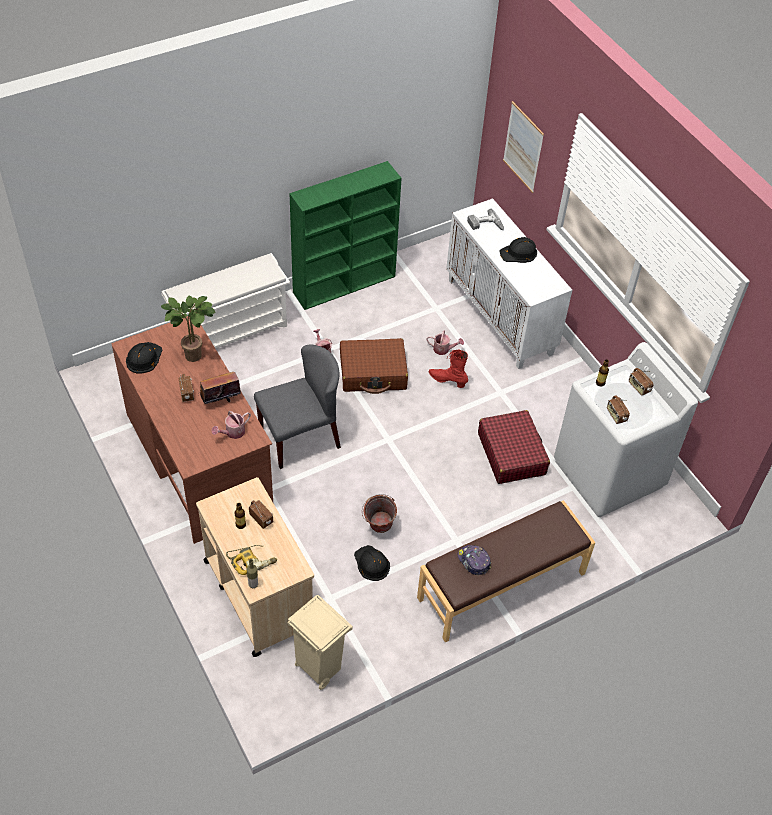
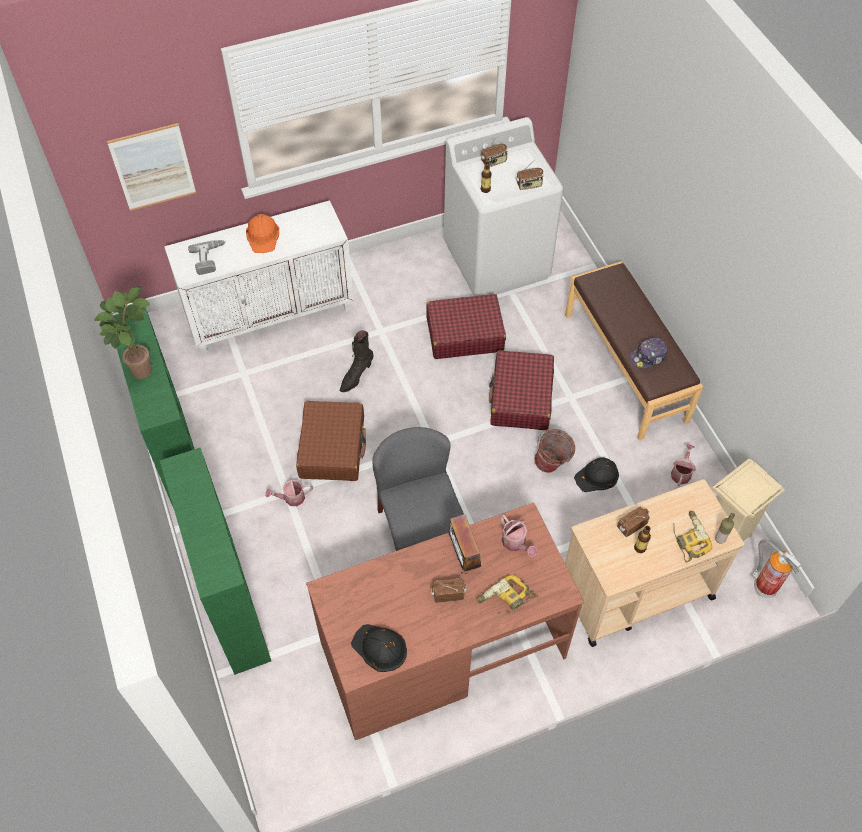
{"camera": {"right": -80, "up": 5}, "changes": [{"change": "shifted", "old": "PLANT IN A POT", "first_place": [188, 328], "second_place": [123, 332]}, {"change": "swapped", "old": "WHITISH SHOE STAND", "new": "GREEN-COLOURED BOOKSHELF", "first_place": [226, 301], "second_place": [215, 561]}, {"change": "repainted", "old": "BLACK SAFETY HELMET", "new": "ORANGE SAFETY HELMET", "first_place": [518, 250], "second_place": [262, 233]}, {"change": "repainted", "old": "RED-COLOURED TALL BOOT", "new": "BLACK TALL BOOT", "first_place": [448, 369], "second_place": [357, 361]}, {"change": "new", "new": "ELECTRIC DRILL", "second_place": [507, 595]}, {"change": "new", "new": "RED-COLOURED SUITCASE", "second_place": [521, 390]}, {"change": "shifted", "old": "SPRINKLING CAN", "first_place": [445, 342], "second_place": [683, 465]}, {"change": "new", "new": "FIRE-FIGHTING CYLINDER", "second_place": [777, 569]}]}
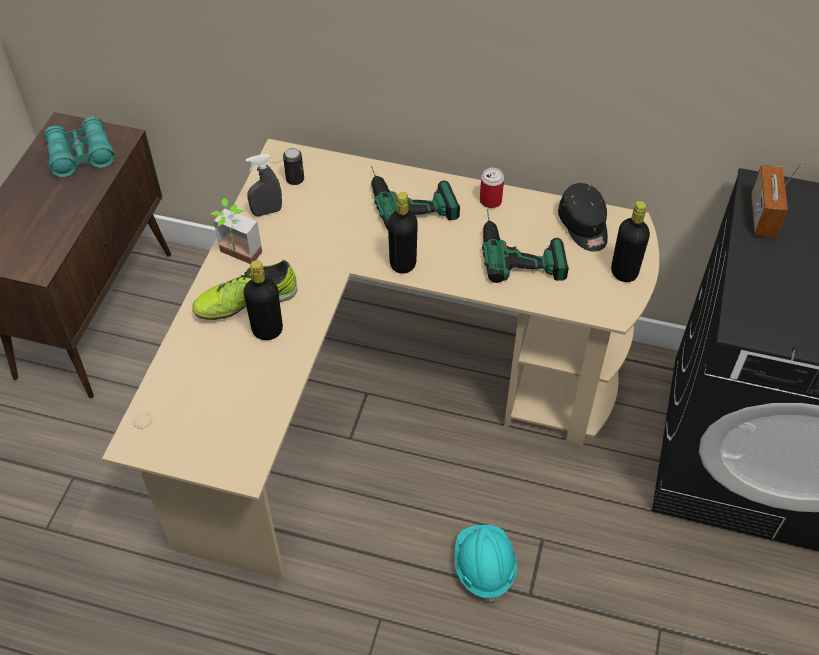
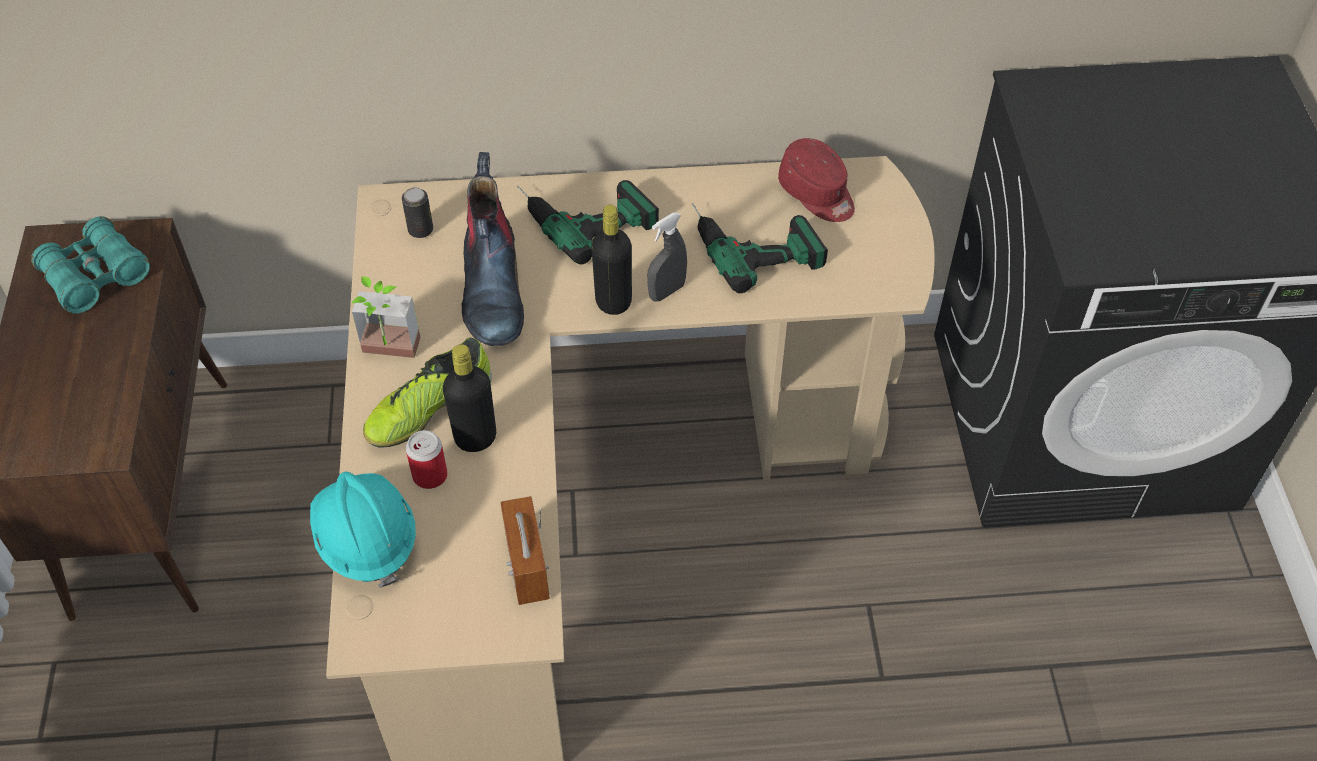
{"camera": {"right": -20, "up": 0}, "changes": [{"change": "shifted", "old": "TURQUOISE-COLOURED SAFETY HELMET", "first_place": [486, 563], "second_place": [363, 530]}, {"change": "shifted", "old": "SEALED CAN", "first_place": [492, 188], "second_place": [427, 459]}, {"change": "new", "new": "TALL BOOT", "second_place": [493, 249]}, {"change": "shifted", "old": "RADIO", "first_place": [777, 200], "second_place": [525, 550]}, {"change": "shifted", "old": "GREYISH HAND SPRAYER", "first_place": [264, 185], "second_place": [667, 257]}, {"change": "repainted", "old": "BLACK BASEBALL CAP", "new": "RED-COLOURED BASEBALL CAP", "first_place": [583, 217], "second_place": [816, 180]}, {"change": "gone", "old": "BLACK BOTTLE", "first_place": [630, 241]}]}
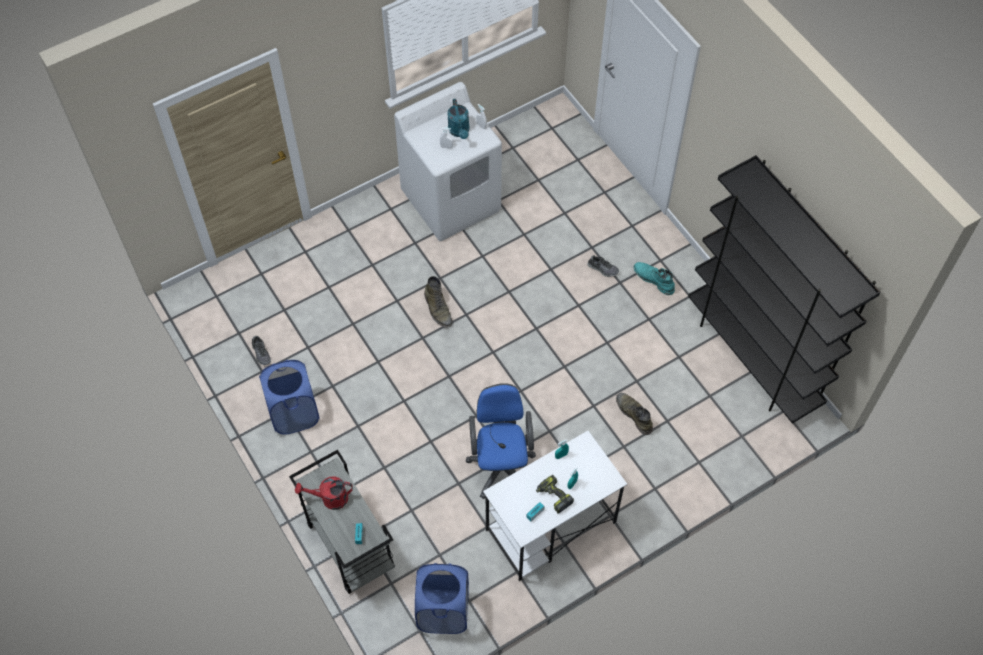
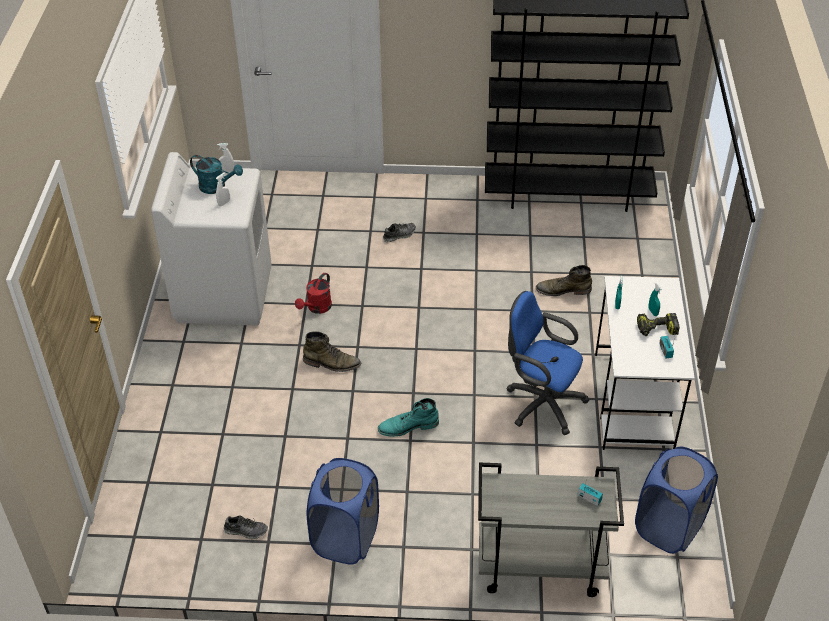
{"camera": {"right": -55, "up": -15}, "changes": [{"change": "shifted", "old": "RED-COLOURED SPRINKLING CAN", "first_place": [324, 493], "second_place": [313, 293]}, {"change": "shifted", "old": "TURQUOISE-COLOURED TALL BOOT", "first_place": [654, 278], "second_place": [408, 417]}]}
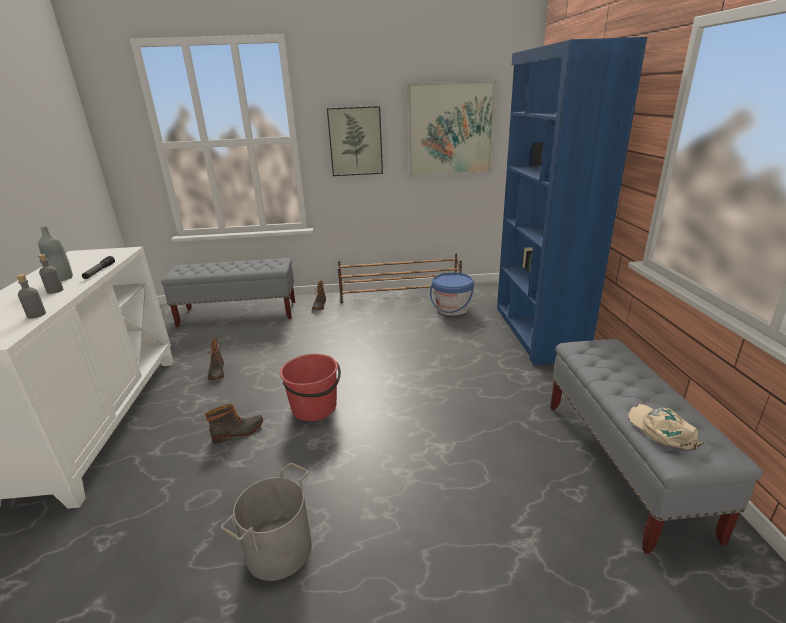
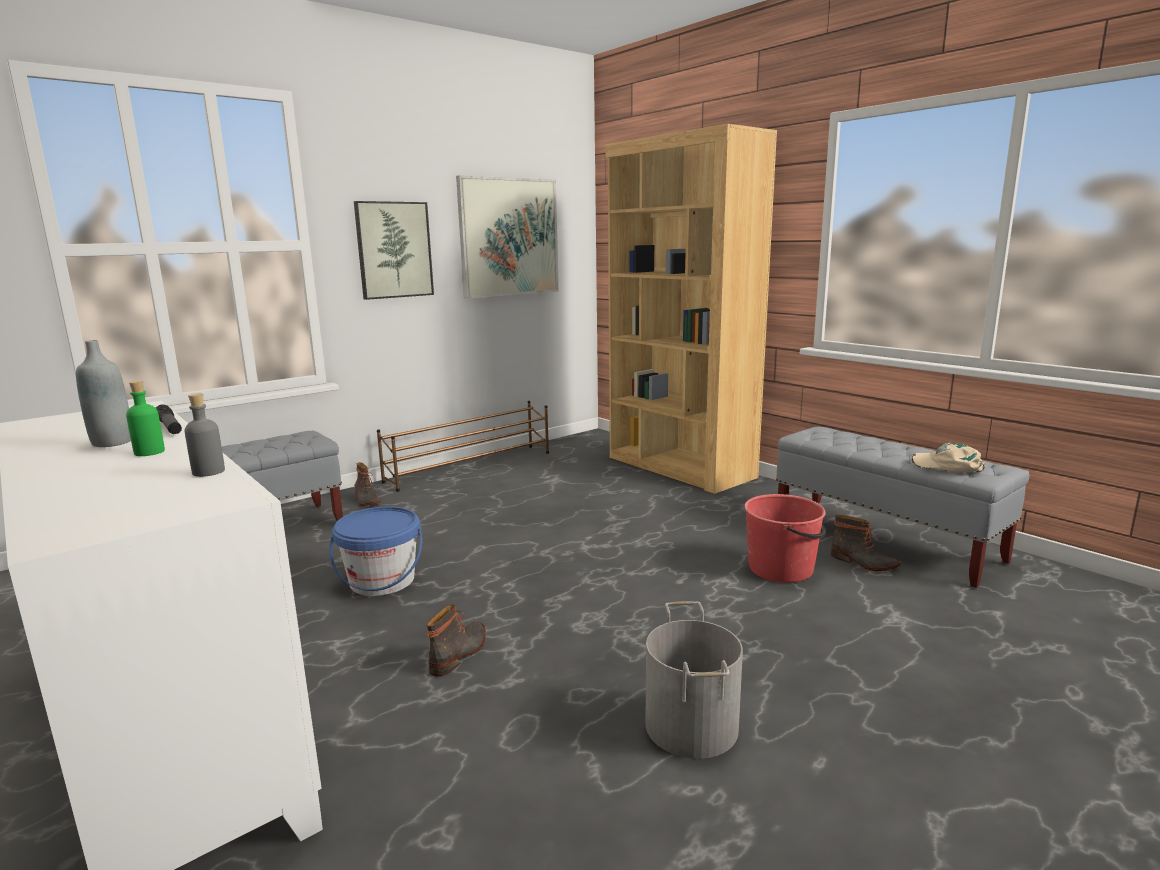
{"camera": {"right": -35, "up": -10}, "changes": [{"change": "repainted", "old": "GREYISH BOTTLE", "new": "GREEN-COLOURED BOTTLE", "first_place": [50, 274], "second_place": [145, 418]}, {"change": "shifted", "old": "BLUE-COLOURED PAIL", "first_place": [452, 294], "second_place": [375, 551]}, {"change": "repainted", "old": "BLUE-COLOURED BOOKSHELF", "new": "BROWNISH BOOKSHELF", "first_place": [572, 201], "second_place": [691, 309]}, {"change": "shifted", "old": "RED-COLOURED PAIL", "first_place": [310, 387], "second_place": [785, 538]}, {"change": "shifted", "old": "TALL BOOT", "first_place": [216, 359], "second_place": [866, 543]}]}
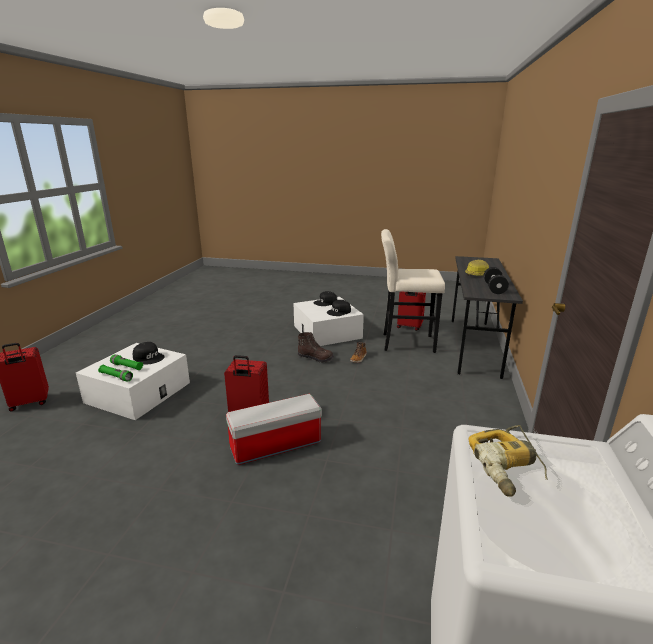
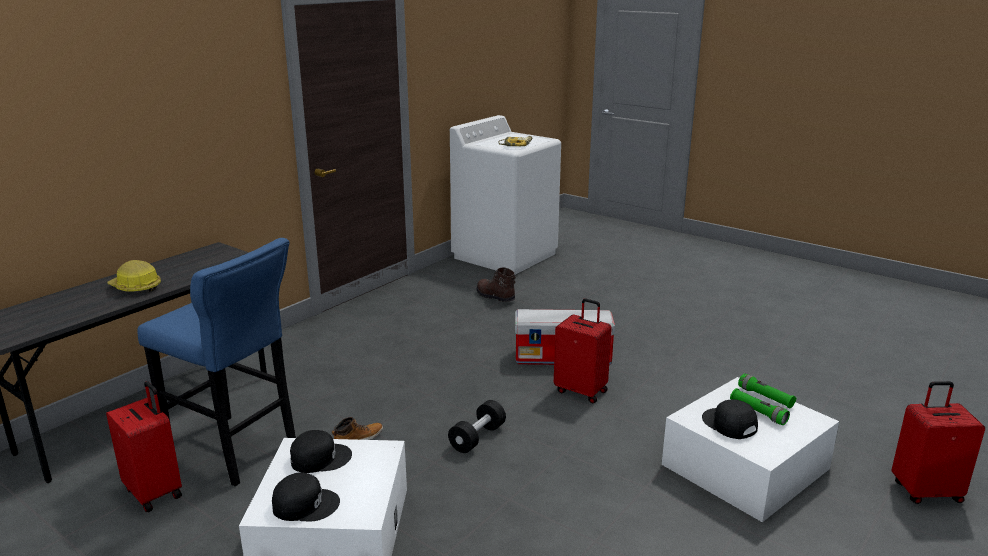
{"camera": {"right": -155, "up": 0}, "changes": [{"change": "repainted", "old": "BEIGE STOOL", "new": "BLUE-COLOURED STOOL", "first_place": [413, 291], "second_place": [216, 362]}, {"change": "shifted", "old": "BLACK DUMBBELL", "first_place": [496, 280], "second_place": [477, 426]}, {"change": "shifted", "old": "BROWNISH TALL BOOT", "first_place": [316, 347], "second_place": [496, 284]}]}
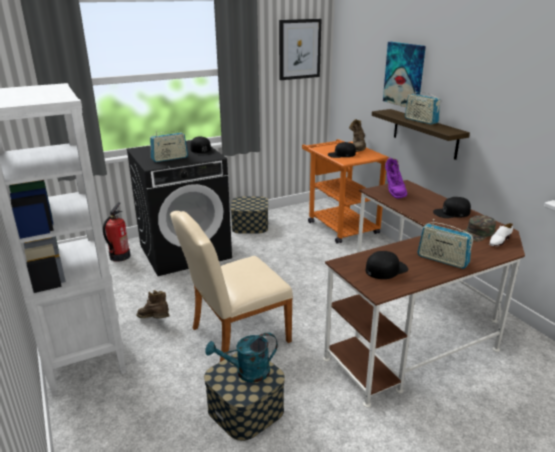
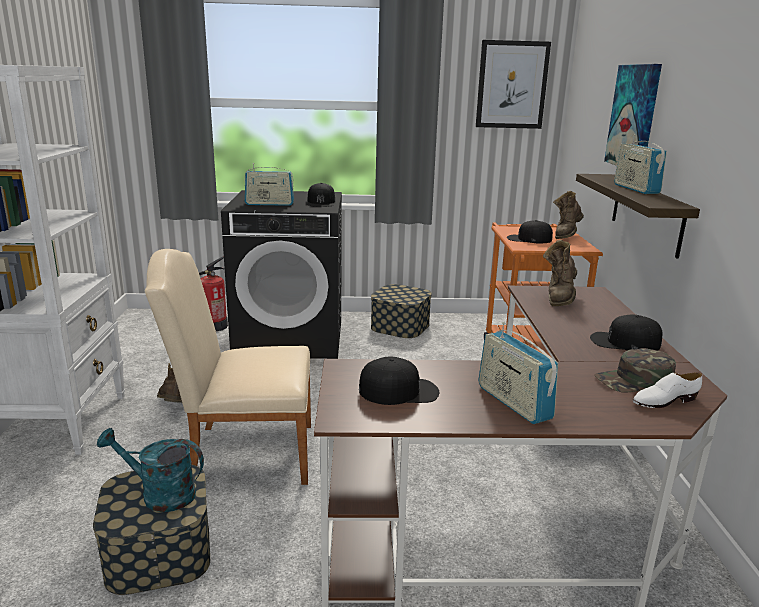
{"camera": {"right": 25, "up": -5}, "changes": [{"change": "repainted", "old": "PURPLISH TALL BOOT", "new": "BROWNISH TALL BOOT", "first_place": [396, 178], "second_place": [560, 273]}]}
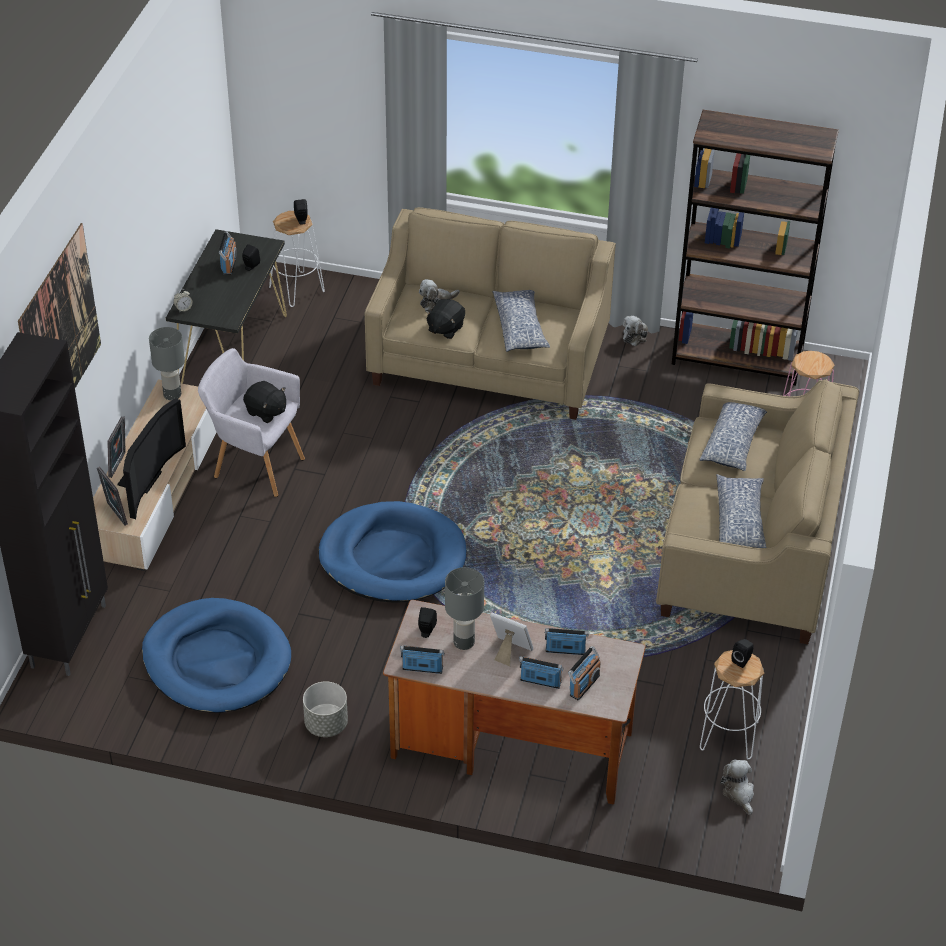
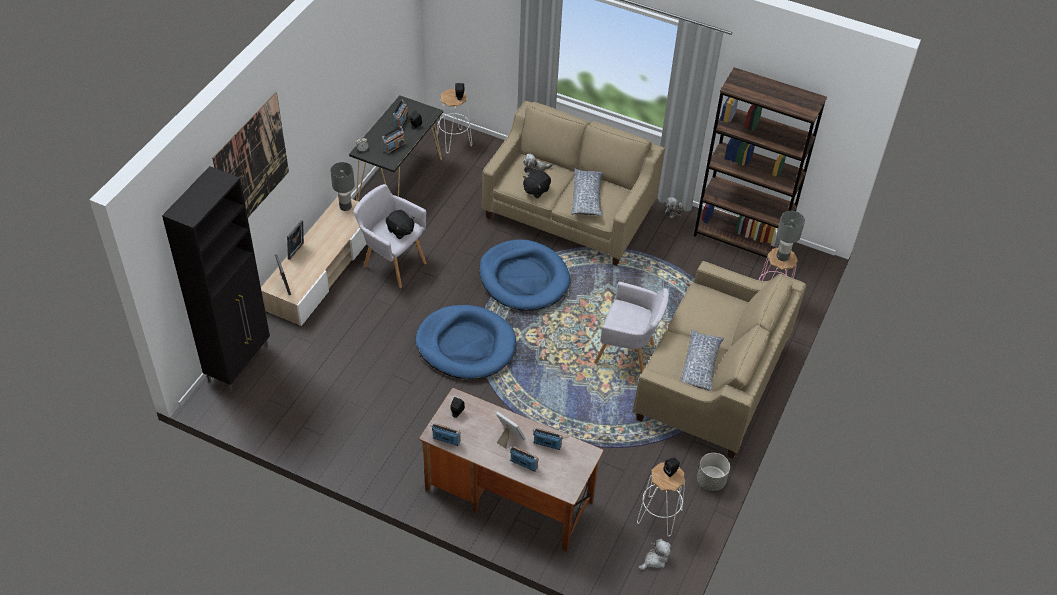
{"camera": {"right": 10, "up": 5}, "changes": [{"change": "shifted", "old": "RADIO", "first_place": [584, 673], "second_place": [393, 140]}, {"change": "shifted", "old": "BLUE-COLOURED DOG BED", "first_place": [216, 655], "second_place": [524, 274]}, {"change": "new", "new": "GREYISH LOUNGE CHAIR", "second_place": [631, 327]}, {"change": "rotated", "old": "SOFT TOY", "first_place": [737, 787], "second_place": [654, 554], "degrees": 60}, {"change": "shifted", "old": "GREYISH PLANT POT", "first_place": [325, 709], "second_place": [713, 472]}, {"change": "shifted", "old": "GREYISH LAMP FOR A TABLE", "first_place": [464, 608], "second_place": [791, 236]}, {"change": "gone", "old": "TV", "first_place": [151, 458]}, {"change": "gone", "old": "CUSHION", "first_place": [733, 436]}]}
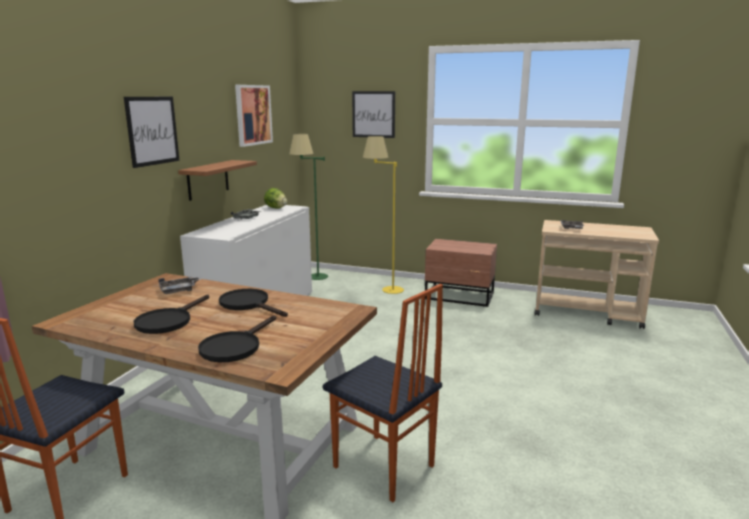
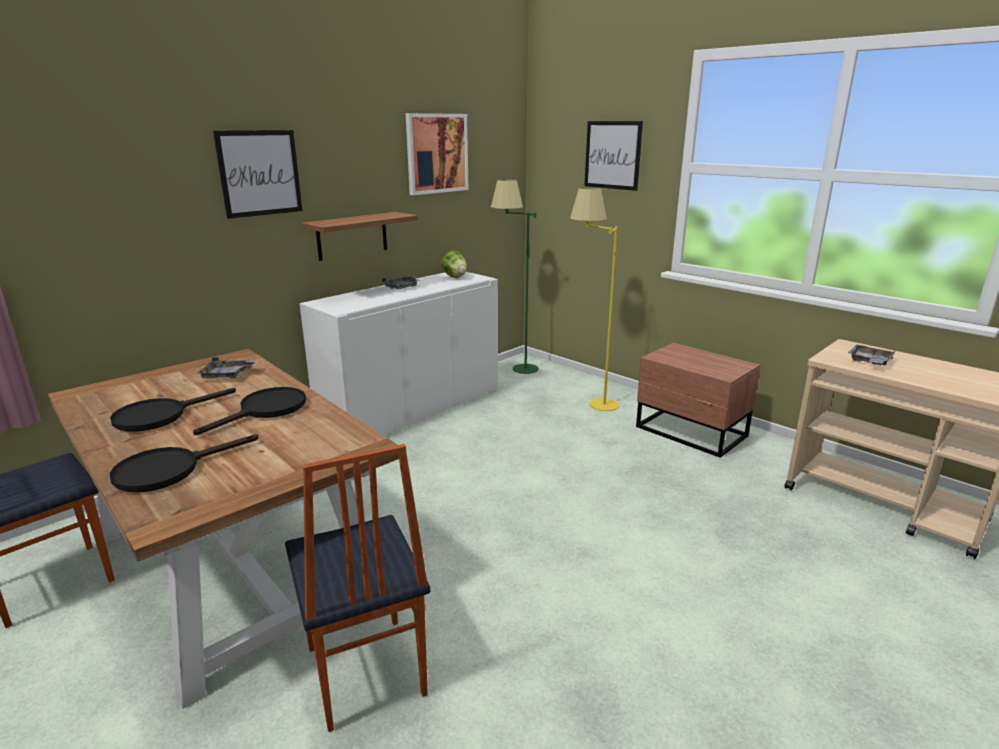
{"camera": {"right": 25, "up": 5}, "changes": [{"change": "rotated", "old": "BLACK PAN", "first_place": [253, 303], "second_place": [249, 411], "degrees": 60}]}
